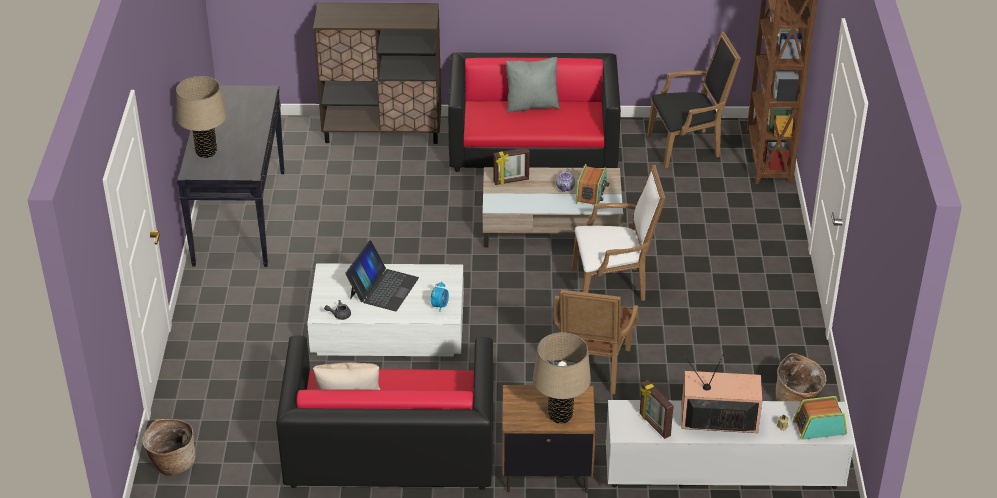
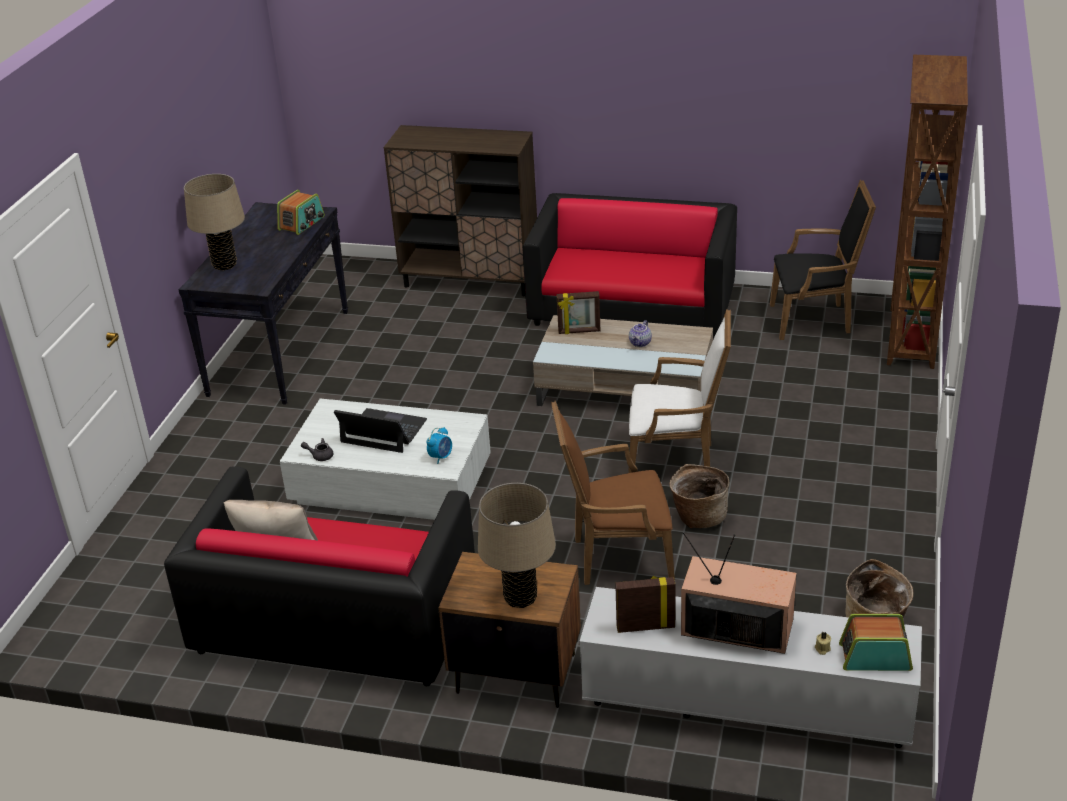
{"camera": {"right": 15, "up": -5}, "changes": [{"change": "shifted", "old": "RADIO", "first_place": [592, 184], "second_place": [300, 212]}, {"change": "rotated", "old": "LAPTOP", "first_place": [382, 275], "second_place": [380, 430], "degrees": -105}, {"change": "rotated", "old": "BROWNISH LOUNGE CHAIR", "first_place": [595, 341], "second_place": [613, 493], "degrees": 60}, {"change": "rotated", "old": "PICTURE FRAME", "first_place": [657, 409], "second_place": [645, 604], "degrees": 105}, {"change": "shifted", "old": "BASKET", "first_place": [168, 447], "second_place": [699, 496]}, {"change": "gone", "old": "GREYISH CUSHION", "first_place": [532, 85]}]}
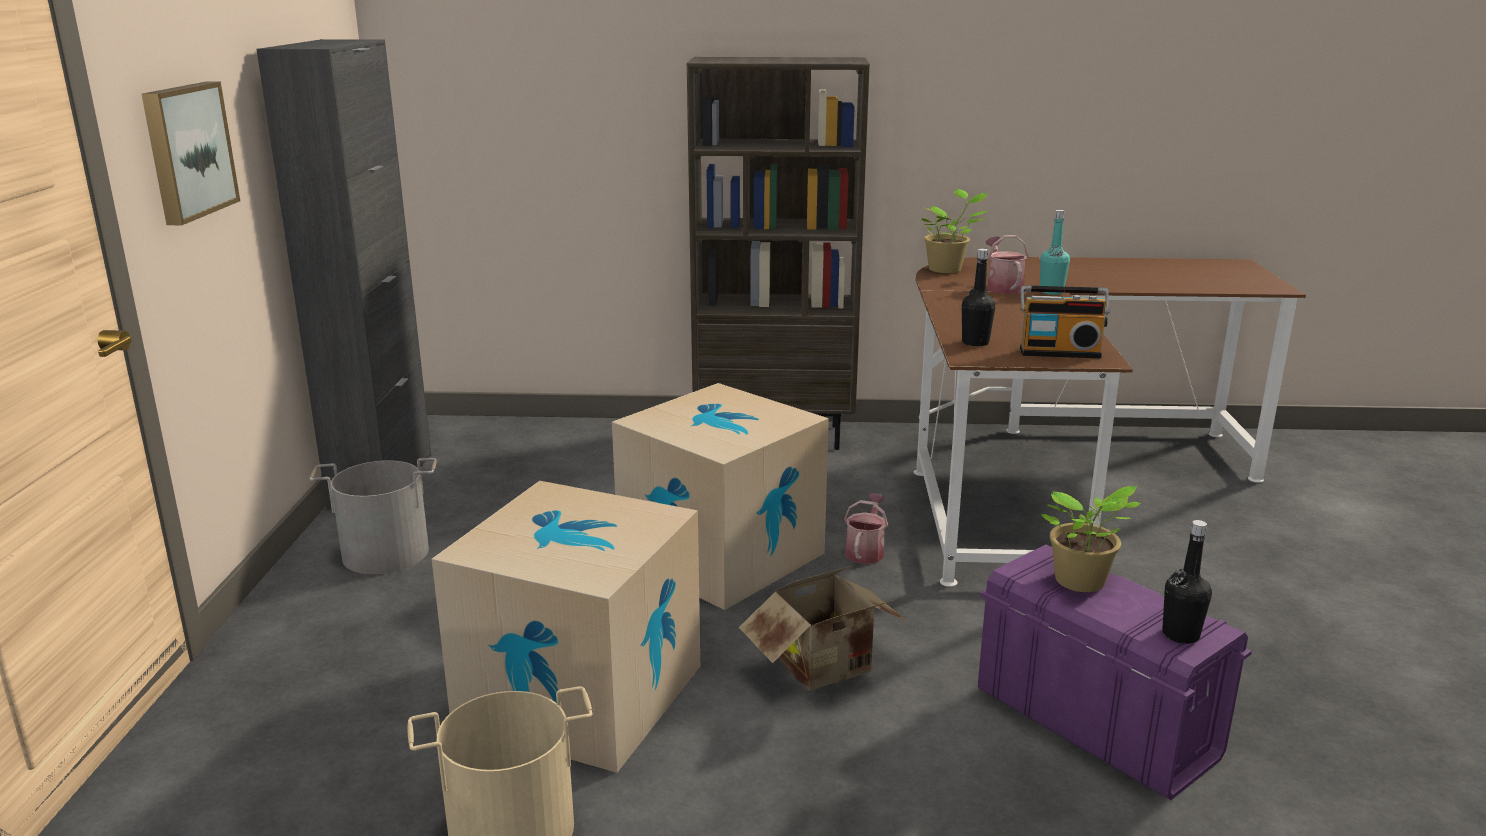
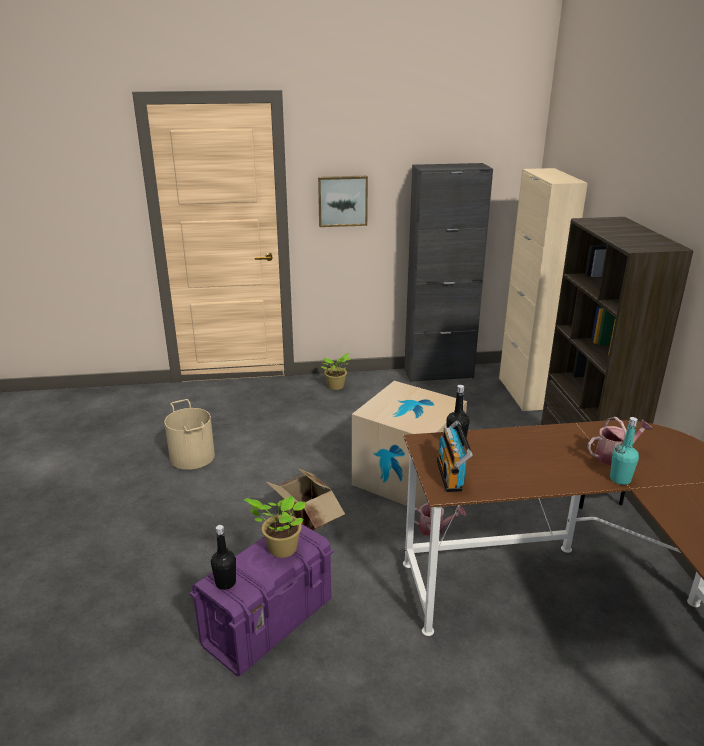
{"camera": {"right": 80, "up": 5}, "changes": [{"change": "shifted", "old": "PLANT IN A POT", "first_place": [954, 231], "second_place": [336, 371]}, {"change": "new", "new": "BEIGE STORAGE CABINET", "second_place": [543, 289]}, {"change": "gone", "old": "GREYISH PAIL", "first_place": [373, 516]}, {"change": "gone", "old": "CARTON", "first_place": [566, 627]}]}
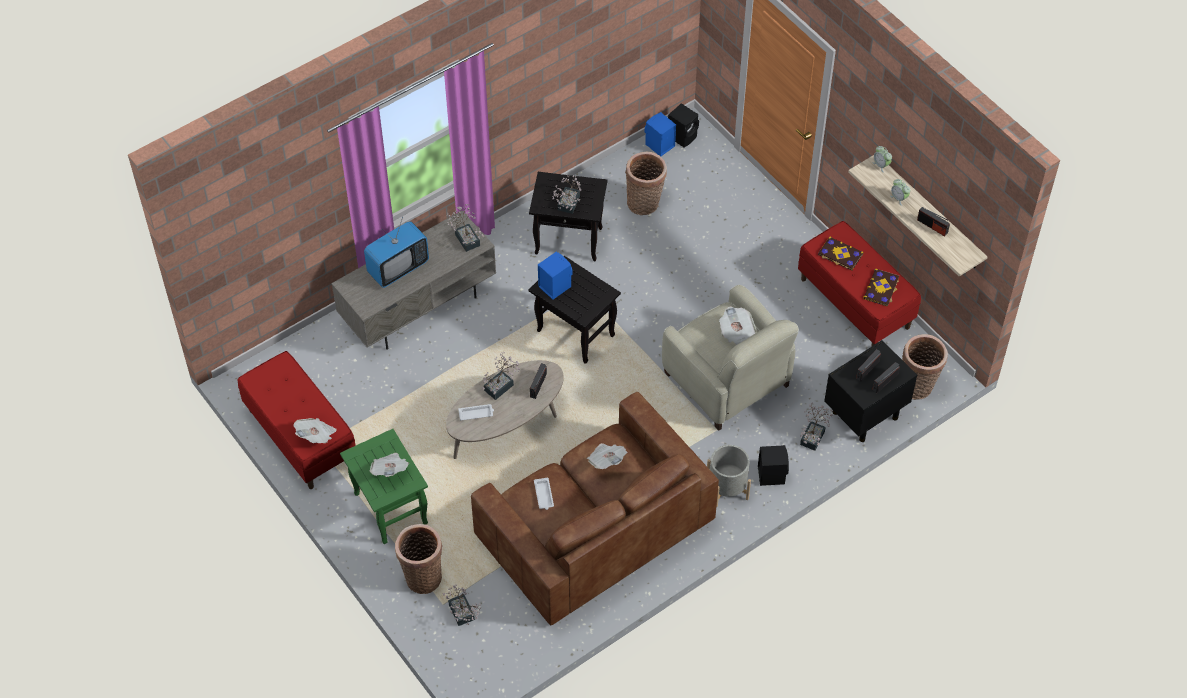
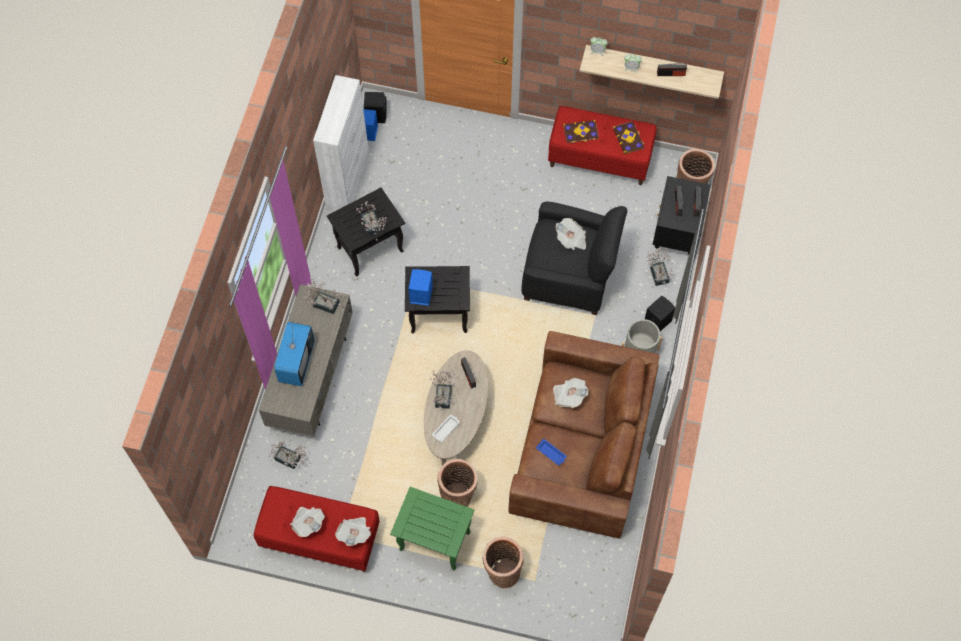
{"camera": {"right": -40, "up": 10}, "changes": [{"change": "shifted", "old": "PLANT IN A POT", "first_place": [462, 605], "second_place": [287, 455]}, {"change": "shifted", "old": "PRINTED PAPER", "first_place": [389, 465], "second_place": [307, 522]}, {"change": "new", "new": "WHITISH STORAGE CABINET", "second_place": [341, 143]}, {"change": "shifted", "old": "BASKET", "first_place": [646, 183], "second_place": [457, 483]}, {"change": "repainted", "old": "BEIGE LOUNGE CHAIR", "new": "BLACK LOUNGE CHAIR", "first_place": [730, 358], "second_place": [574, 258]}, {"change": "repainted", "old": "WHITISH CARRYING TRAY", "new": "BLUE-COLOURED CARRYING TRAY", "first_place": [544, 494], "second_place": [551, 452]}]}
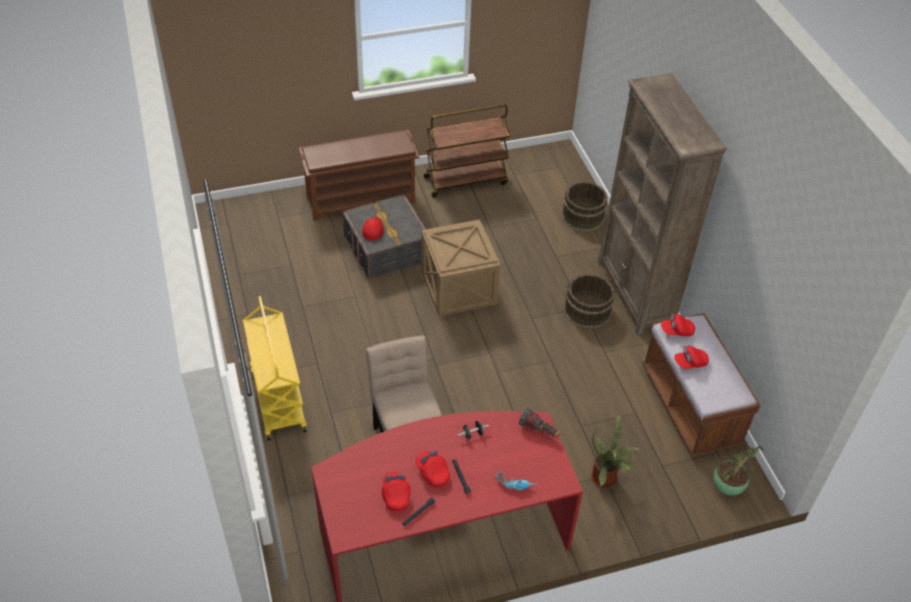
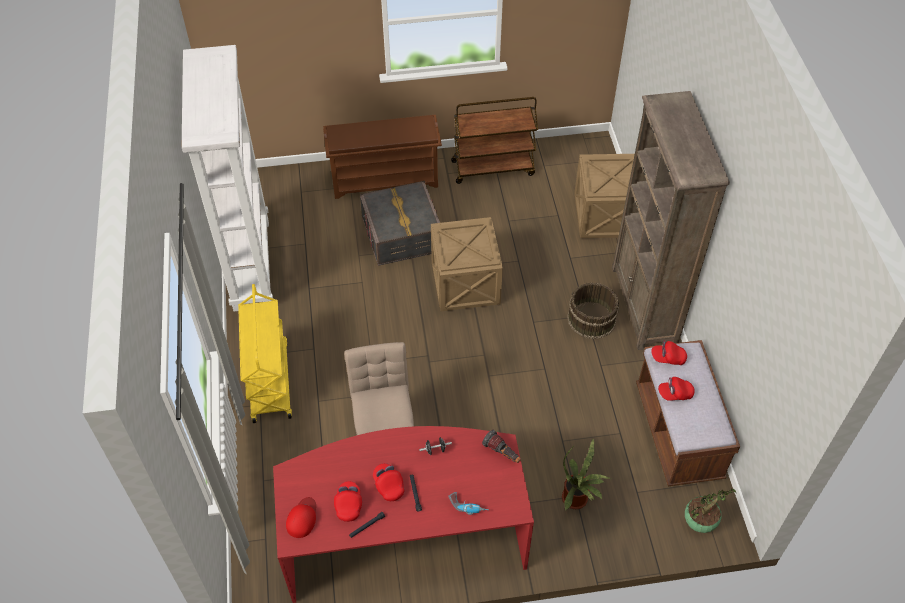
{"camera": {"right": 10, "up": 5}, "changes": [{"change": "new", "new": "WHITISH BOOKSHELF", "second_place": [227, 178]}, {"change": "shifted", "old": "RED-COLOURED BASEBALL CAP", "first_place": [373, 228], "second_place": [301, 517]}, {"change": "swapped", "old": "BROWNISH PAIL", "new": "CRATE", "first_place": [584, 206], "second_place": [604, 196]}]}
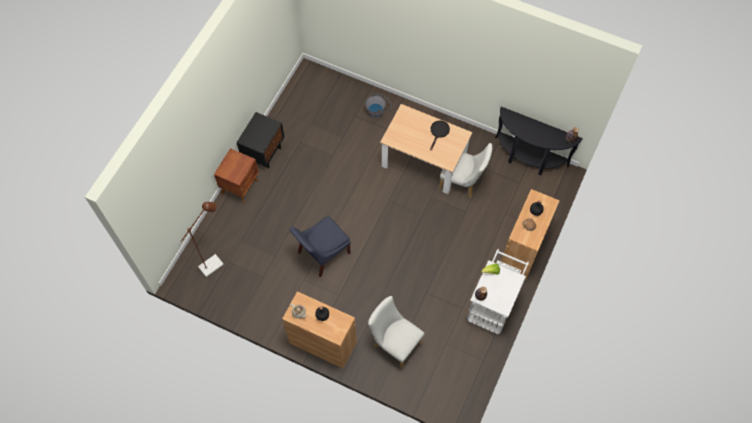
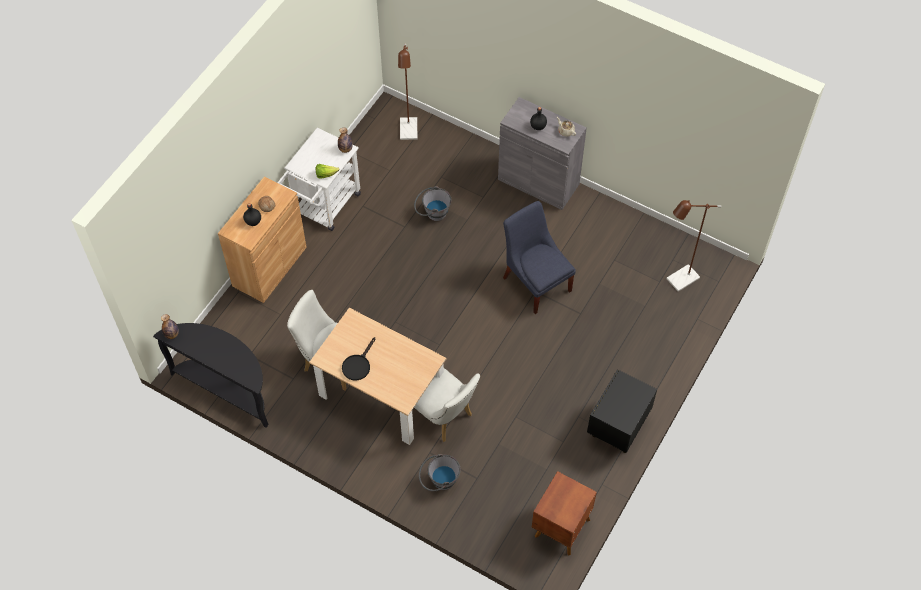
{"camera": {"right": -175, "up": -5}, "changes": [{"change": "new", "new": "BROWNISH FLOOR LAMP", "second_place": [407, 92]}, {"change": "new", "new": "GREYISH PAIL", "second_place": [432, 203]}, {"change": "shifted", "old": "WHITISH UPRIGHT CHAIR", "first_place": [396, 332], "second_place": [447, 405]}, {"change": "repainted", "old": "BROWNISH STORAGE CABINET", "new": "GREYISH STORAGE CABINET", "first_place": [319, 330], "second_place": [542, 153]}, {"change": "rotated", "old": "BLUE-COLOURED UPRIGHT CHAIR", "first_place": [320, 246], "second_place": [539, 257], "degrees": -90}, {"change": "shifted", "old": "BROWNISH NIGHTSTAND", "first_place": [236, 175], "second_place": [564, 513]}]}
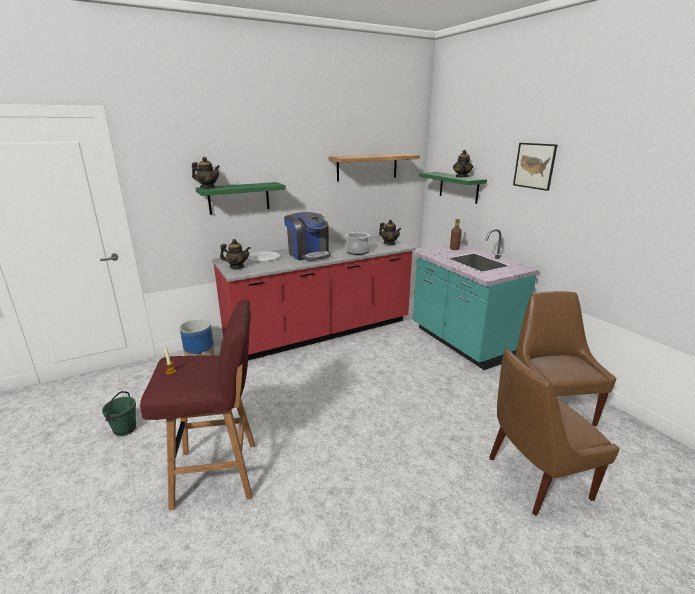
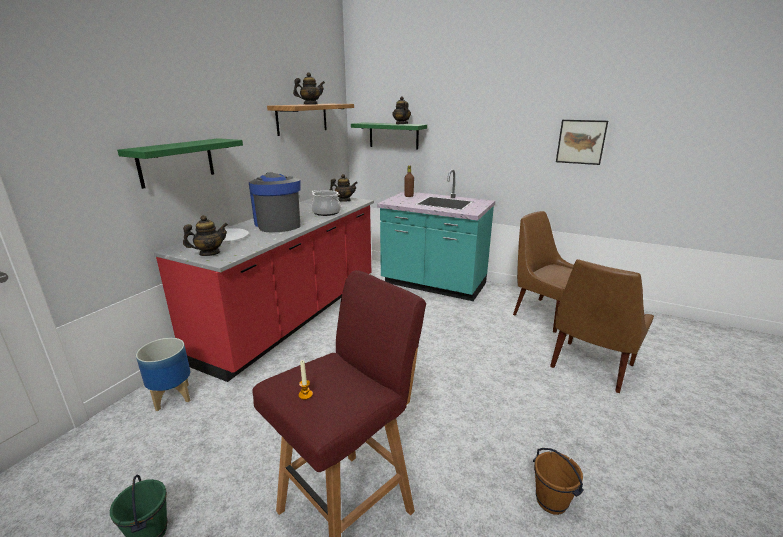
{"camera": {"right": -35, "up": 0}, "changes": [{"change": "rotated", "old": "COFFEE MAKER", "first_place": [307, 236], "second_place": [275, 202], "degrees": -135}, {"change": "shifted", "old": "TEAPOT", "first_place": [206, 172], "second_place": [309, 88]}, {"change": "new", "new": "BROWNISH PAIL", "second_place": [558, 481]}, {"change": "shifted", "old": "WALL PICTURE", "first_place": [535, 167], "second_place": [582, 142]}]}
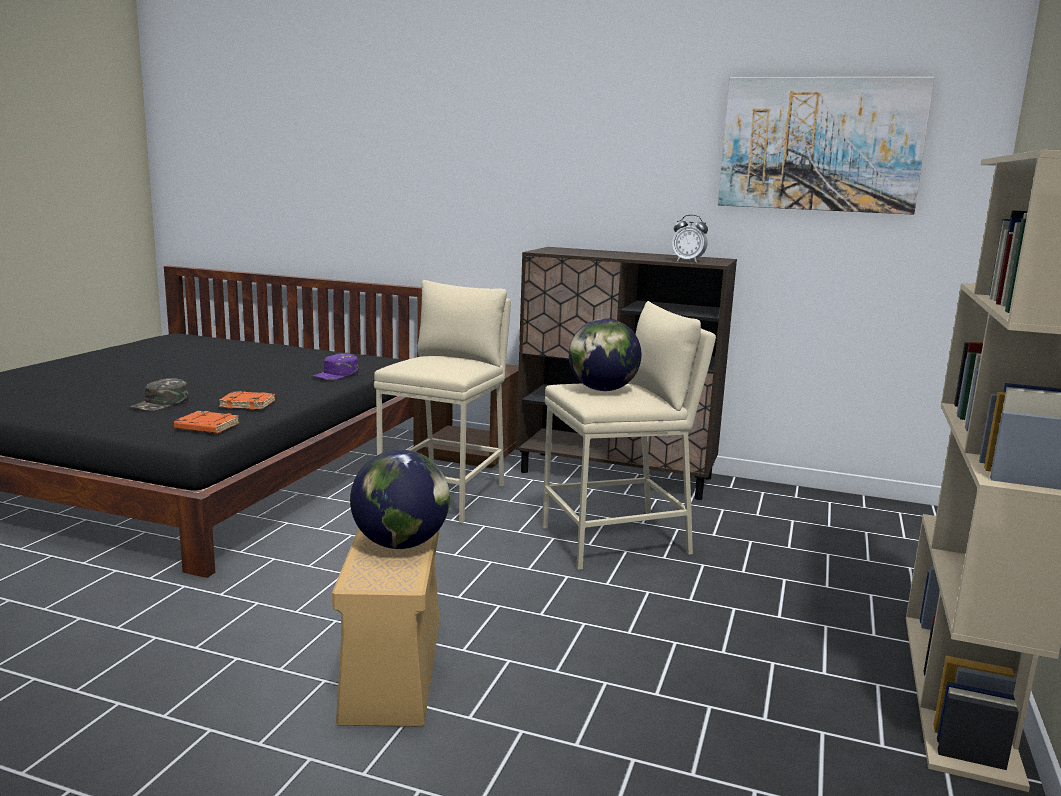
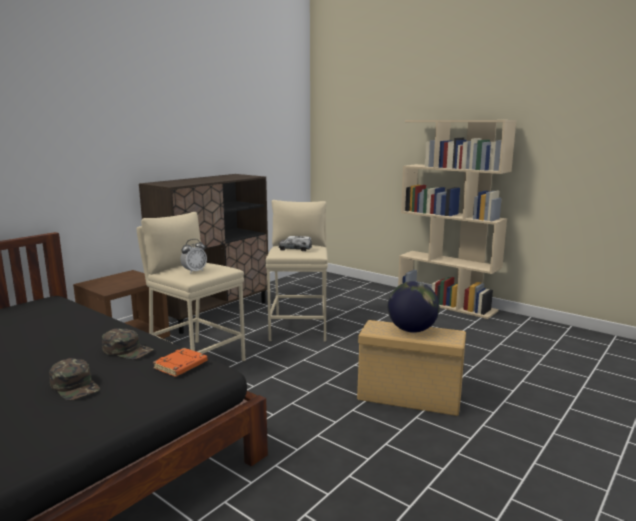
{"camera": {"right": -70, "up": 0}, "changes": [{"change": "swapped", "old": "ORANGE BOOK", "new": "GREEN-COLOURED BASEBALL CAP", "first_place": [247, 400], "second_place": [128, 344]}, {"change": "shifted", "old": "TABLE CLOCK", "first_place": [690, 238], "second_place": [194, 256]}, {"change": "swapped", "old": "WORLD GLOBE", "new": "TOY TRUCK", "first_place": [605, 354], "second_place": [295, 243]}, {"change": "gone", "old": "PURPLISH BASEBALL CAP", "first_place": [336, 366]}, {"change": "gone", "old": "WALL PICTURE", "first_place": [826, 146]}]}
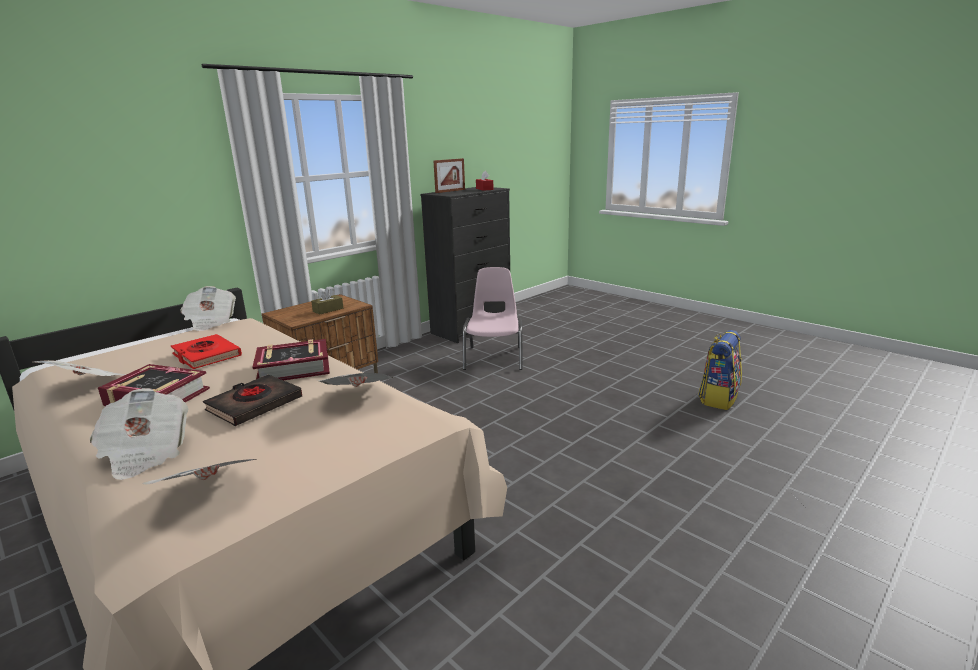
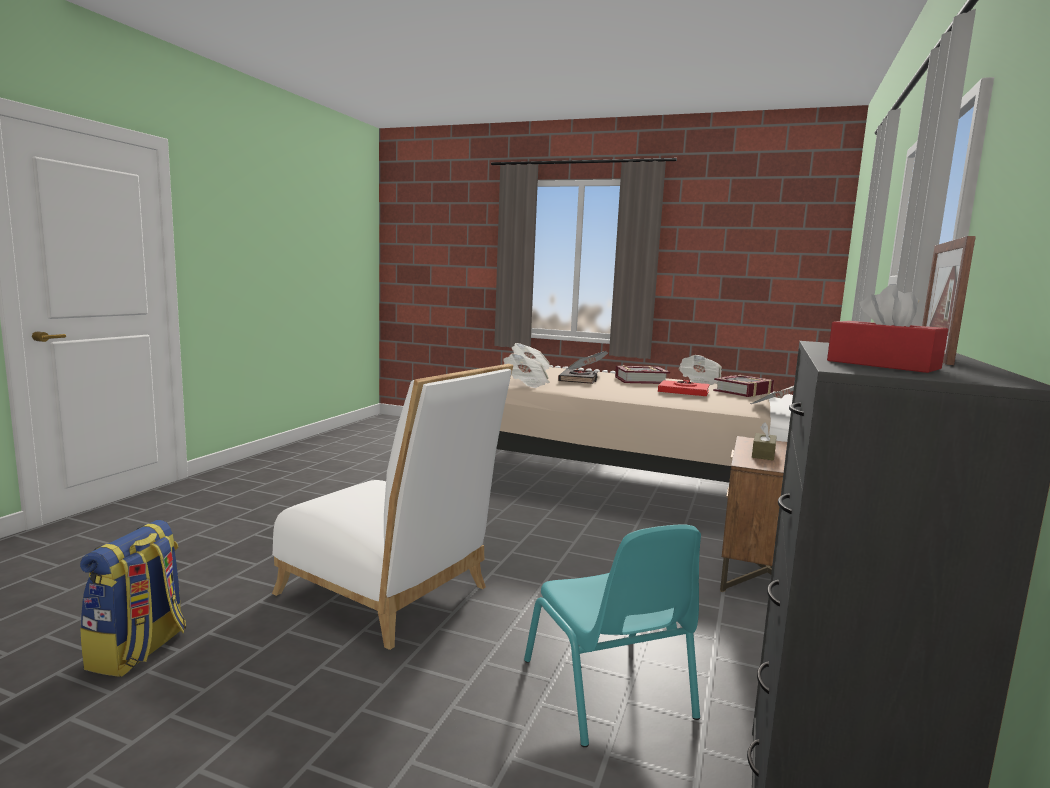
{"camera": {"right": 155, "up": -10}, "changes": [{"change": "new", "new": "WHITISH UPRIGHT CHAIR", "second_place": [392, 507]}, {"change": "repainted", "old": "PINKISH UPRIGHT CHAIR", "new": "TURQUOISE-COLOURED UPRIGHT CHAIR", "first_place": [492, 318], "second_place": [612, 635]}, {"change": "shifted", "old": "BOOK", "first_place": [291, 359], "second_place": [743, 386]}]}
